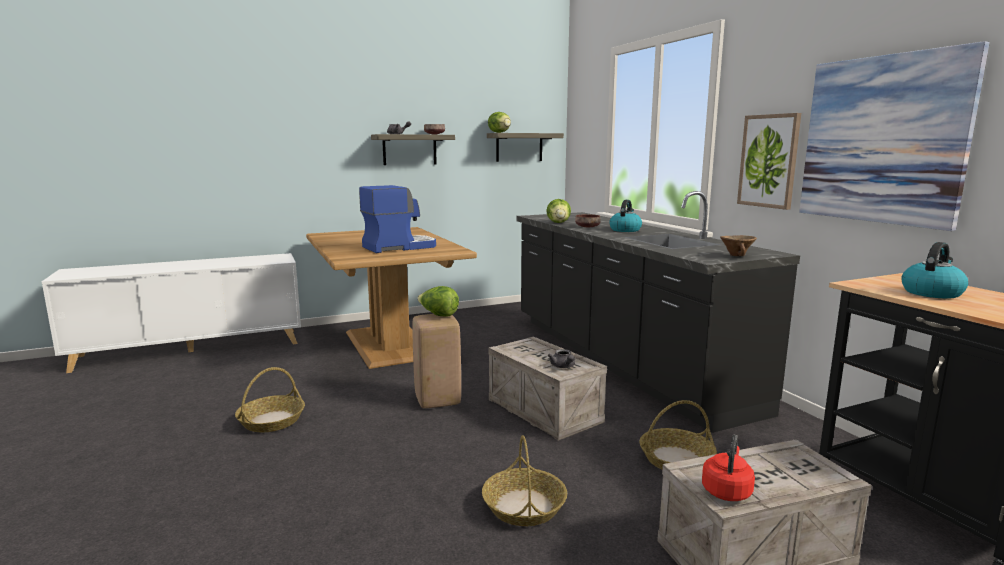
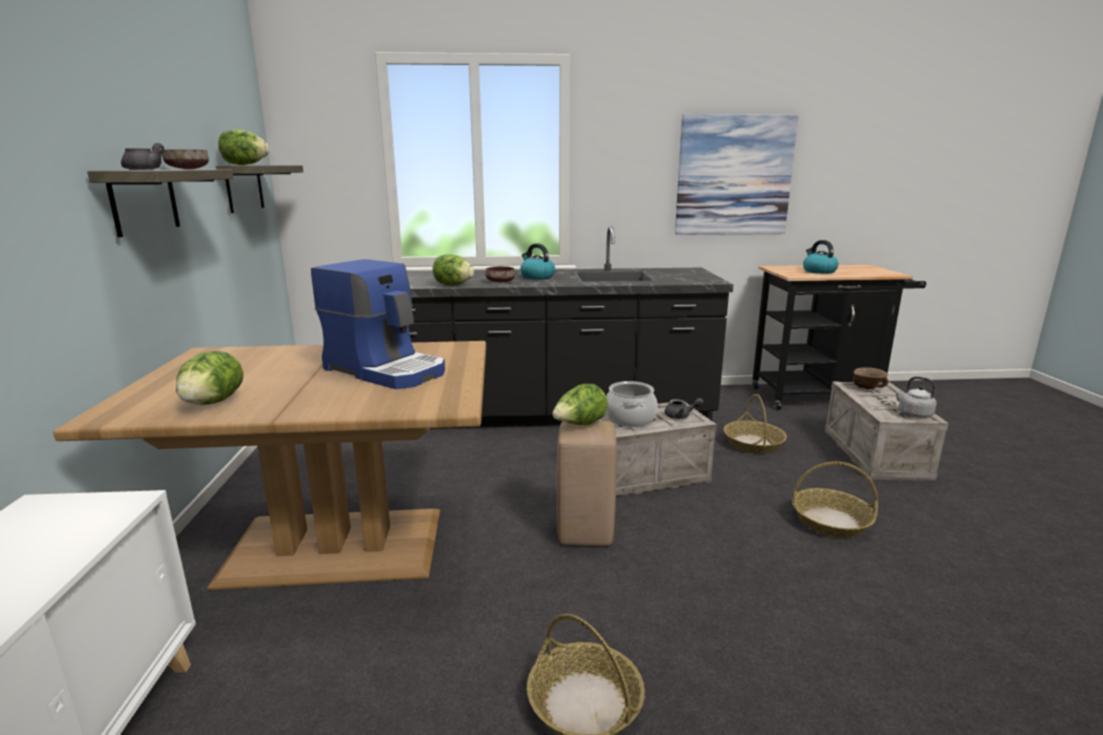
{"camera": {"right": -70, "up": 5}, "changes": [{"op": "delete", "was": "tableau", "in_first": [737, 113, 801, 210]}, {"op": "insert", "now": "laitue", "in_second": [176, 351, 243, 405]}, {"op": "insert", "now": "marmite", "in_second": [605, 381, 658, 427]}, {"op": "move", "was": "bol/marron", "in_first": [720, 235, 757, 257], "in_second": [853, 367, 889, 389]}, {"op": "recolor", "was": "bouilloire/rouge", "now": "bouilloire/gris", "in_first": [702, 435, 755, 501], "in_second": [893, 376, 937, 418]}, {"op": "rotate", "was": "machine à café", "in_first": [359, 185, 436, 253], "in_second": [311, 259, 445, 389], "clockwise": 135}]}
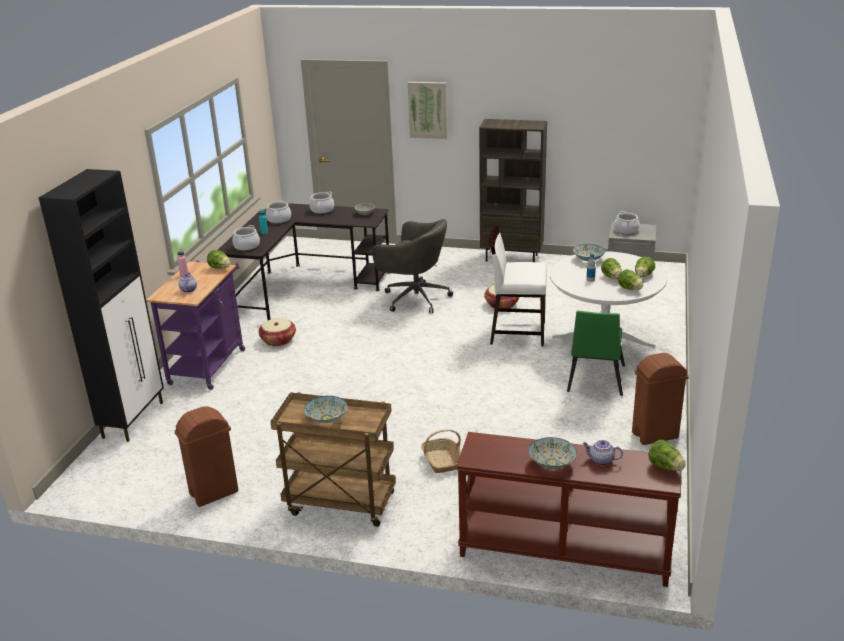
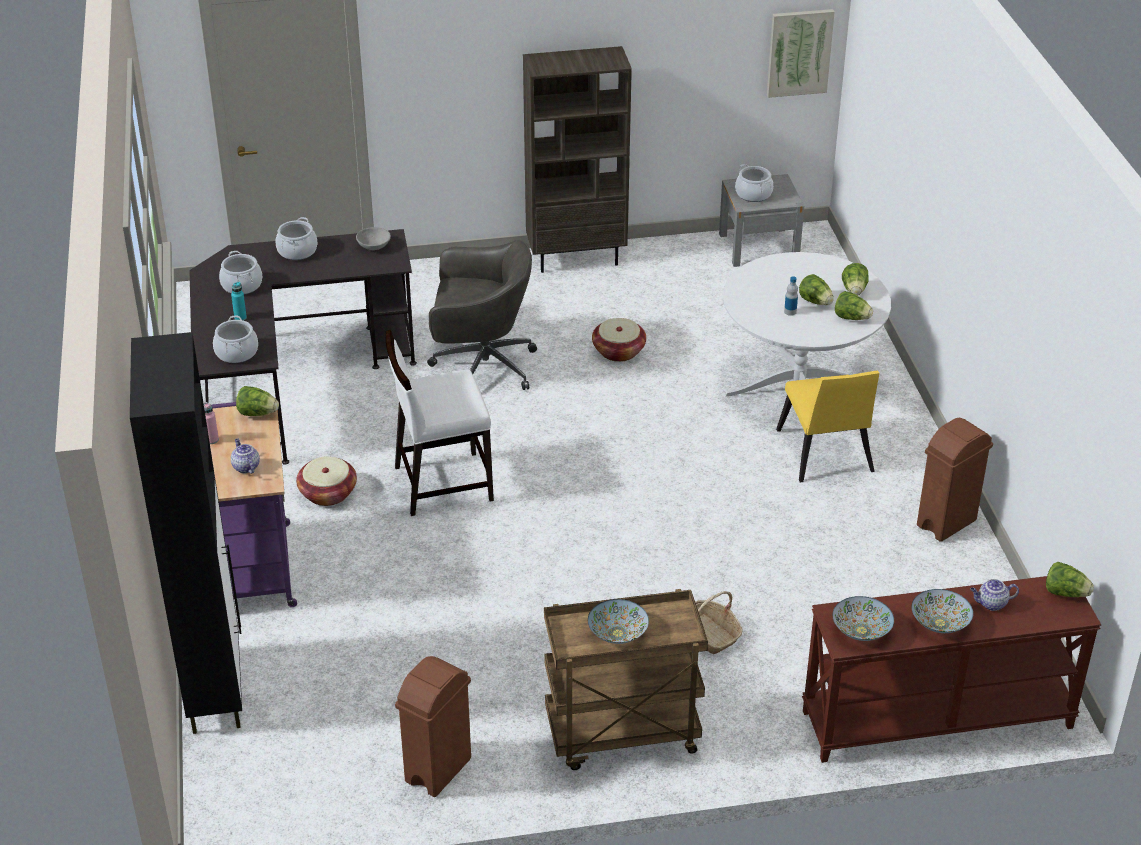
{"camera": {"right": -25, "up": 10}, "changes": [{"op": "move", "was": "tableau", "in_first": [408, 82, 448, 139], "in_second": [767, 9, 835, 98]}, {"op": "move", "was": "chaise/blanc", "in_first": [489, 225, 547, 347], "in_second": [386, 330, 494, 516]}, {"op": "move", "was": "bol", "in_first": [573, 244, 606, 261], "in_second": [832, 596, 894, 641]}, {"op": "recolor", "was": "chaise/vert", "now": "chaise/jaune", "in_first": [567, 310, 625, 396], "in_second": [776, 371, 879, 483]}]}
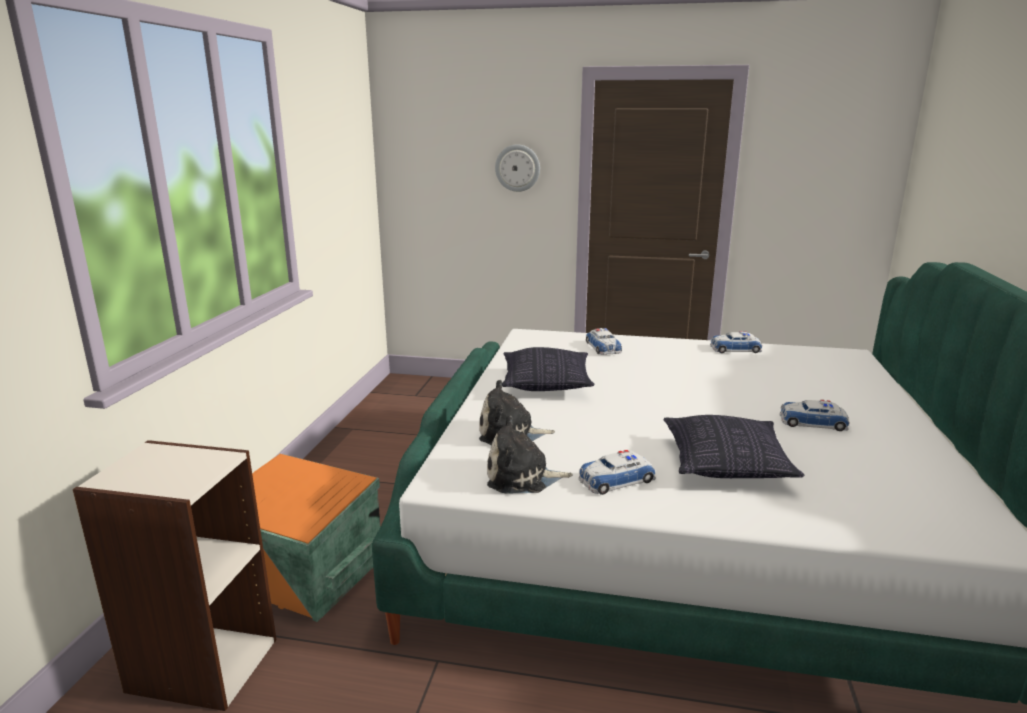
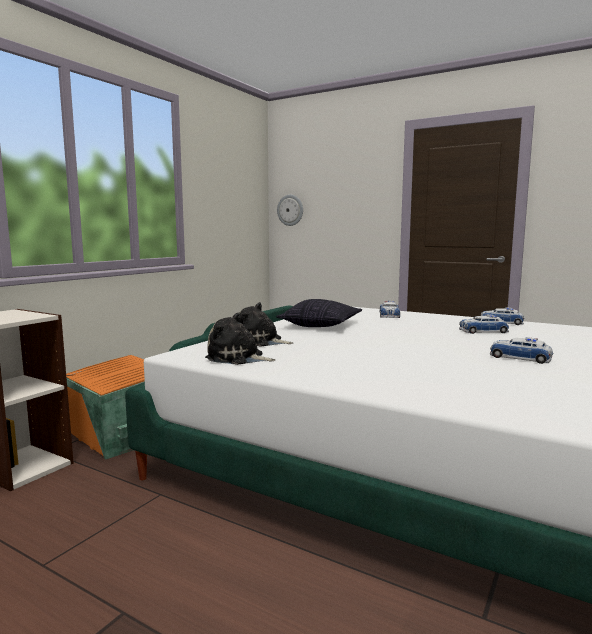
{"camera": {"right": 20, "up": -10}, "changes": [{"op": "delete", "was": "coussin", "in_first": [663, 415, 805, 478]}, {"op": "move", "was": "horloge murale", "in_first": [495, 144, 540, 192], "in_second": [277, 195, 303, 226]}, {"op": "move", "was": "petite voiture", "in_first": [578, 450, 656, 495], "in_second": [459, 315, 509, 334]}]}
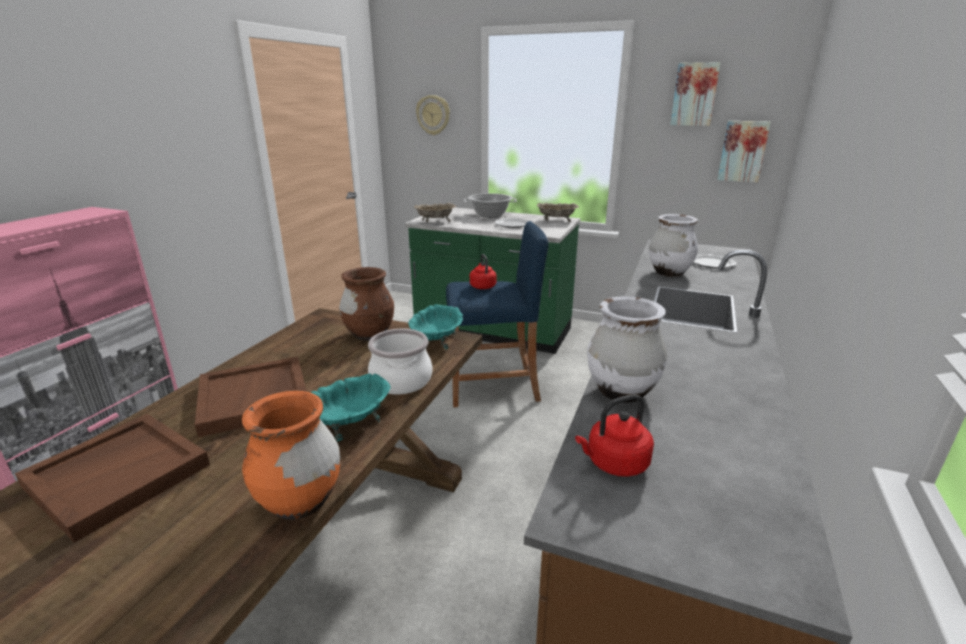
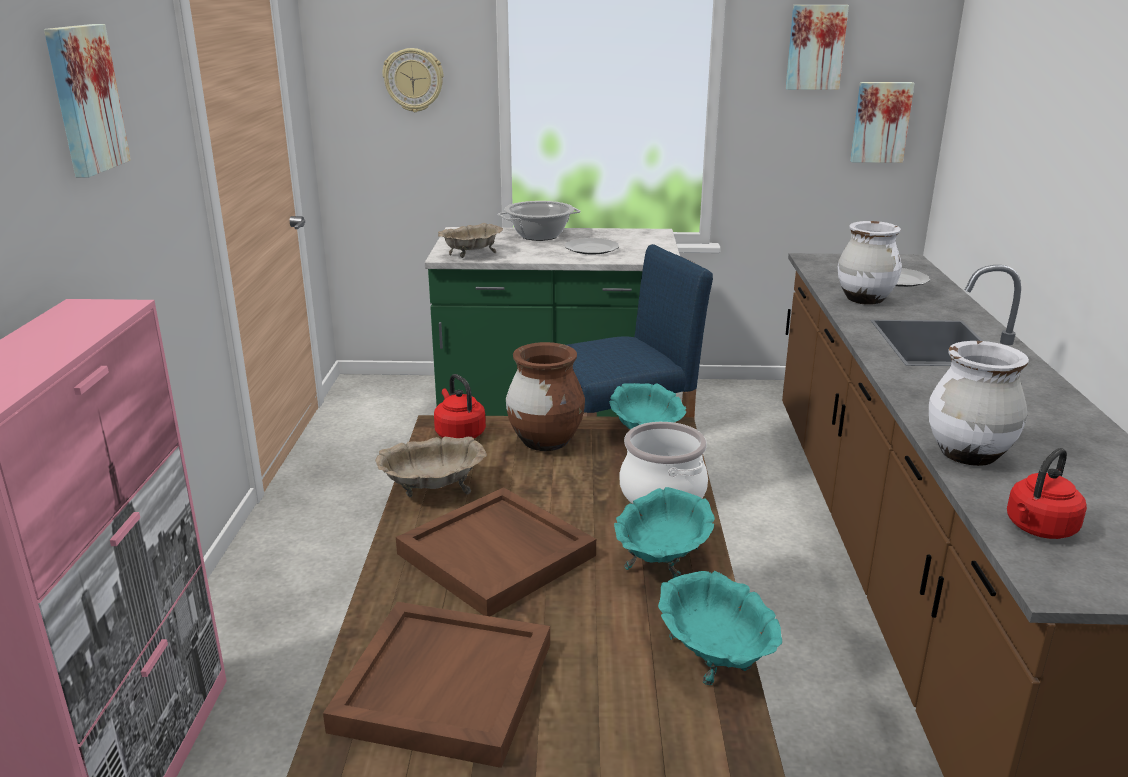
{"camera": {"right": -20, "up": 0}, "changes": [{"op": "insert", "now": "tableau", "in_second": [44, 24, 131, 178]}, {"op": "move", "was": "bouilloire/rouge", "in_first": [470, 254, 496, 289], "in_second": [434, 374, 486, 438]}, {"op": "move", "was": "bol/beige", "in_first": [537, 203, 579, 222], "in_second": [375, 437, 487, 498]}, {"op": "replace", "was": "vase/orange", "now": "bol/turquoise", "in_first": [242, 391, 340, 520], "in_second": [658, 571, 782, 685]}]}
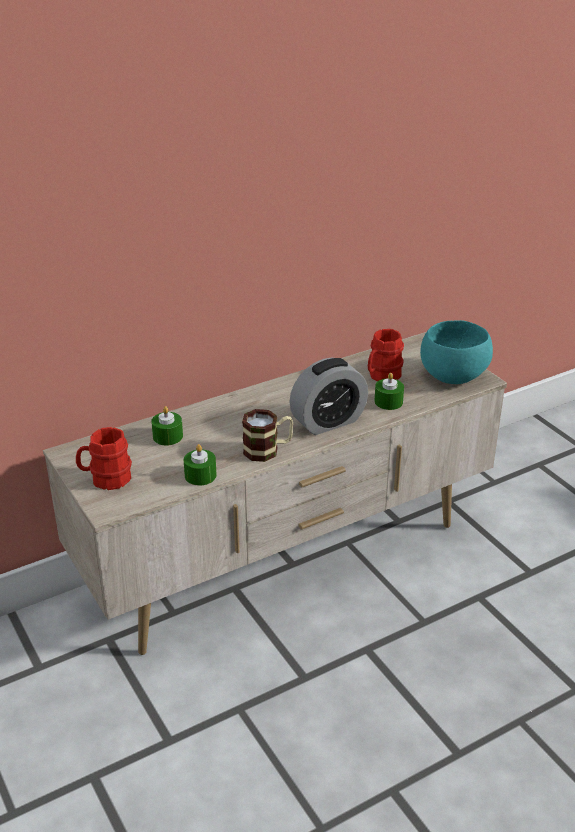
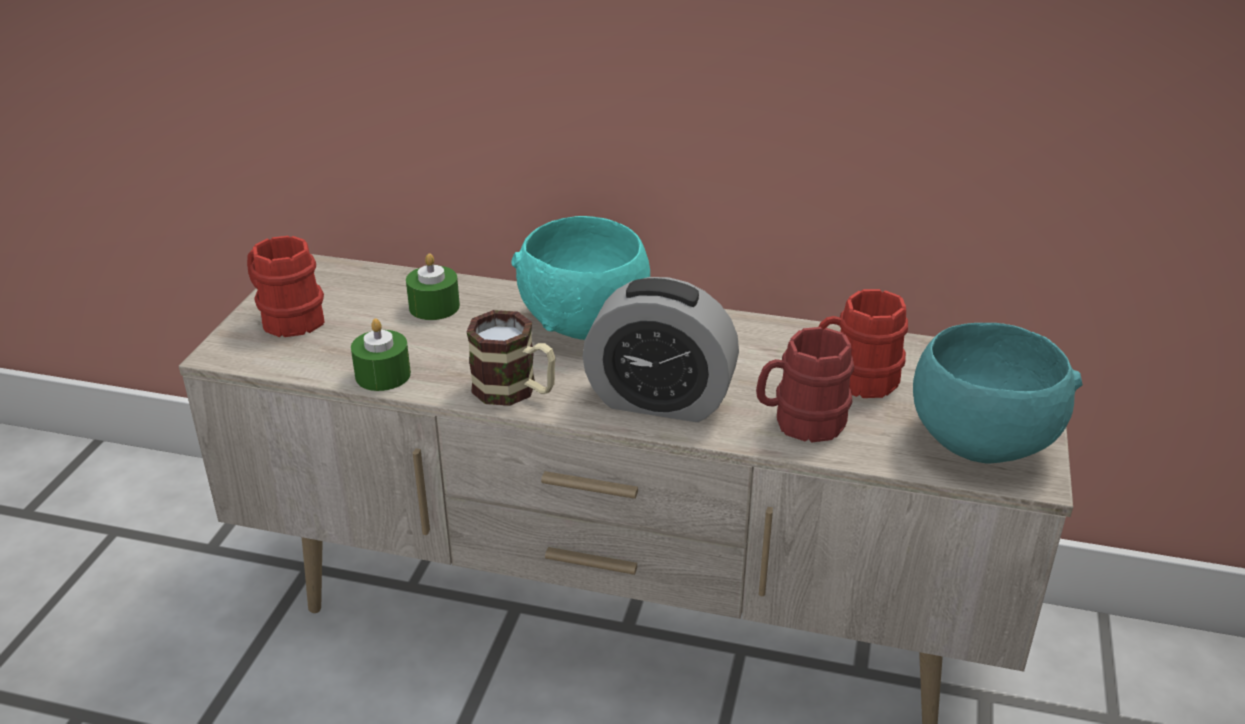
{"camera": {"right": 45, "up": 0}, "changes": [{"op": "insert", "now": "bol/turquoise", "in_second": [511, 216, 650, 340]}, {"op": "replace", "was": "bougie/vert", "now": "mug/rouge", "in_first": [374, 373, 404, 410], "in_second": [756, 327, 854, 442]}]}
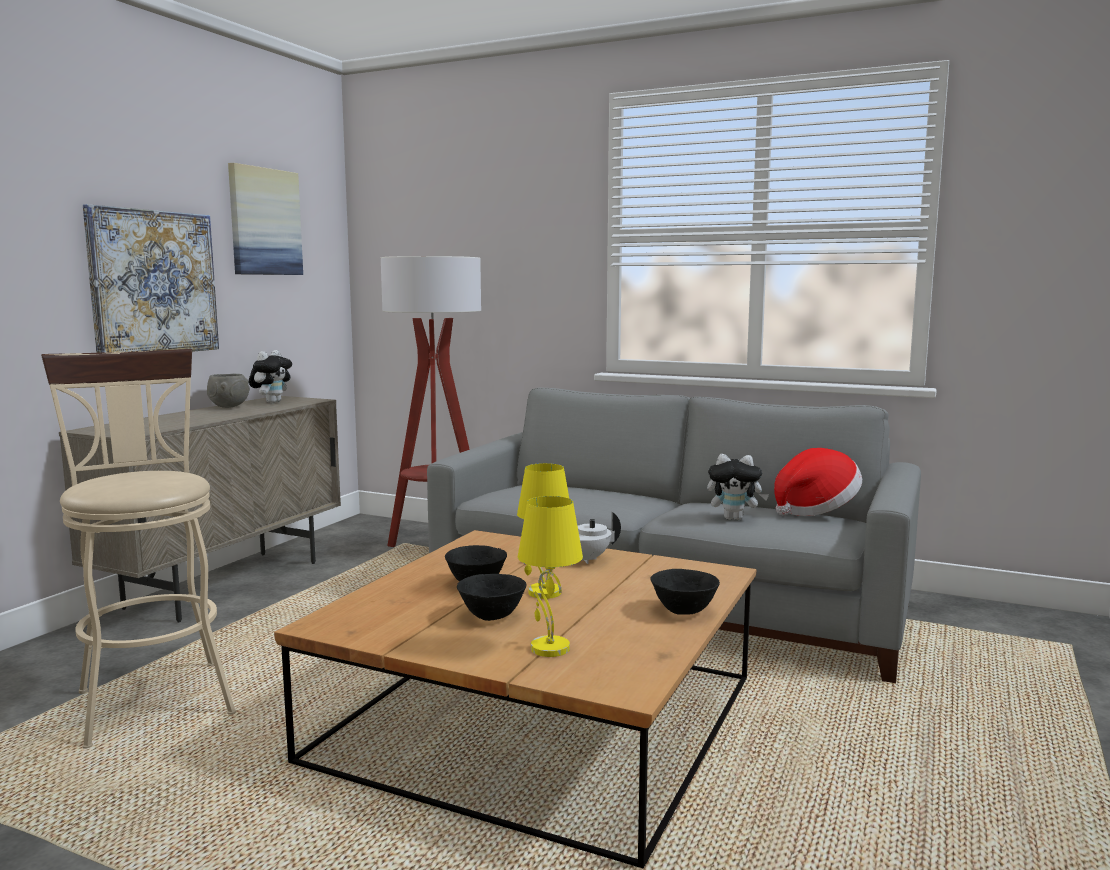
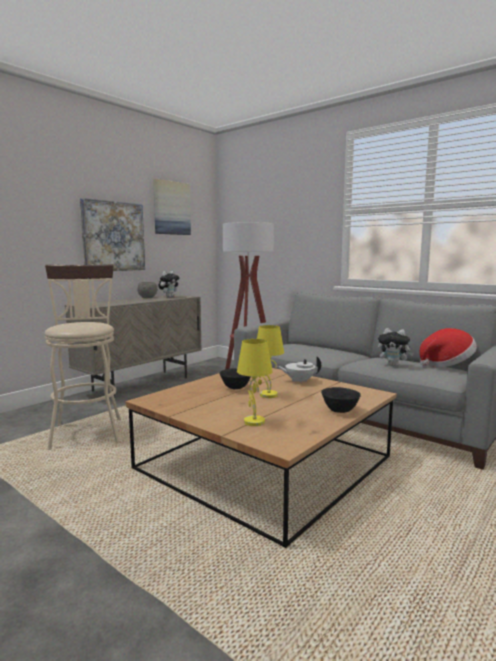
{"camera": {"right": 15, "up": 0}, "changes": [{"op": "delete", "was": "bol/noir", "in_first": [457, 574, 527, 621]}]}
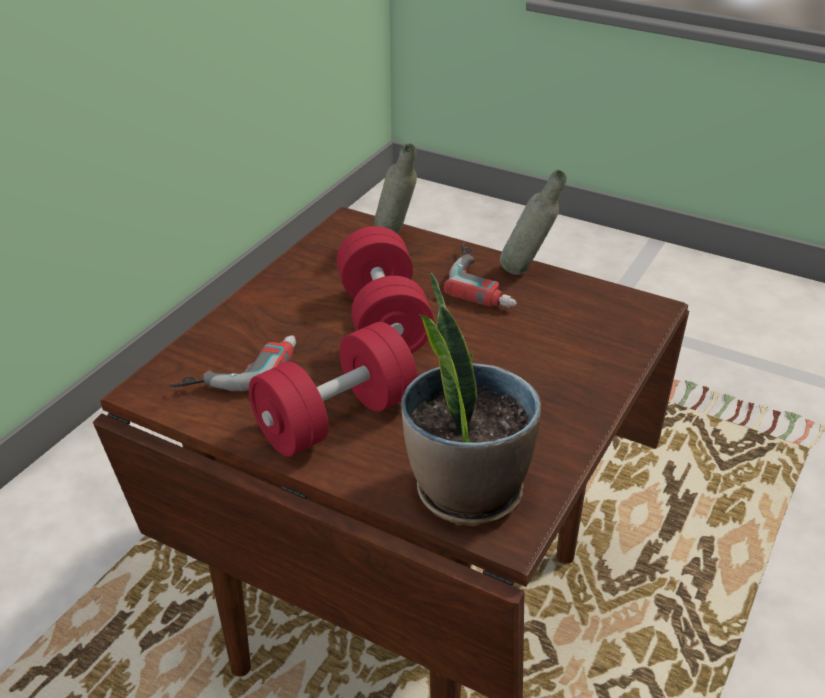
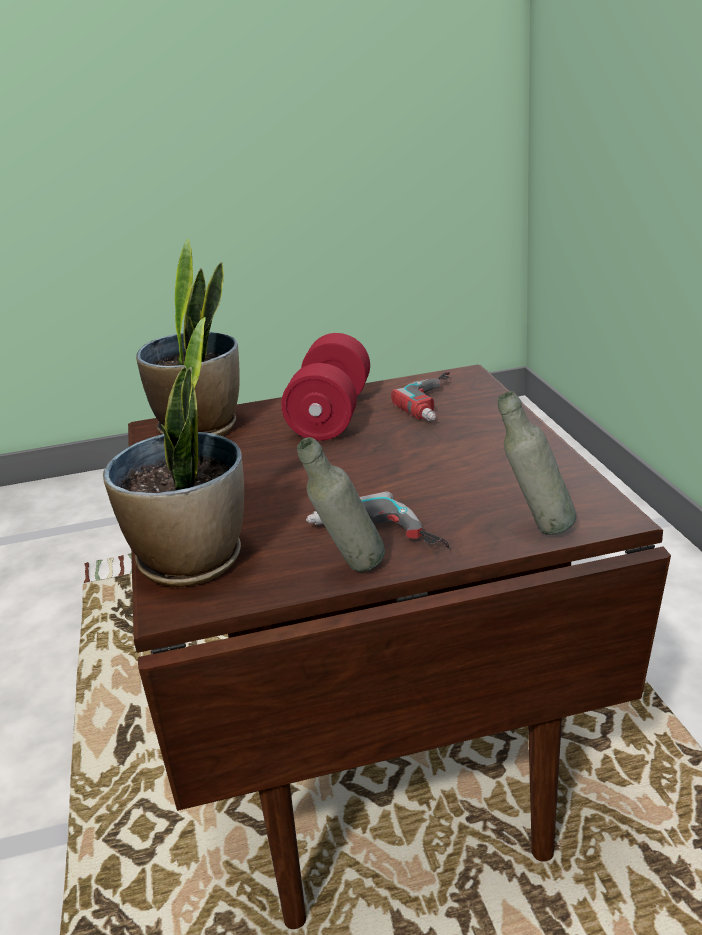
{"camera": {"right": 140, "up": -10}, "changes": [{"op": "delete", "was": "haltère/rouge", "in_first": [337, 226, 434, 353]}, {"op": "insert", "now": "plante en pot", "in_second": [103, 317, 244, 587]}]}
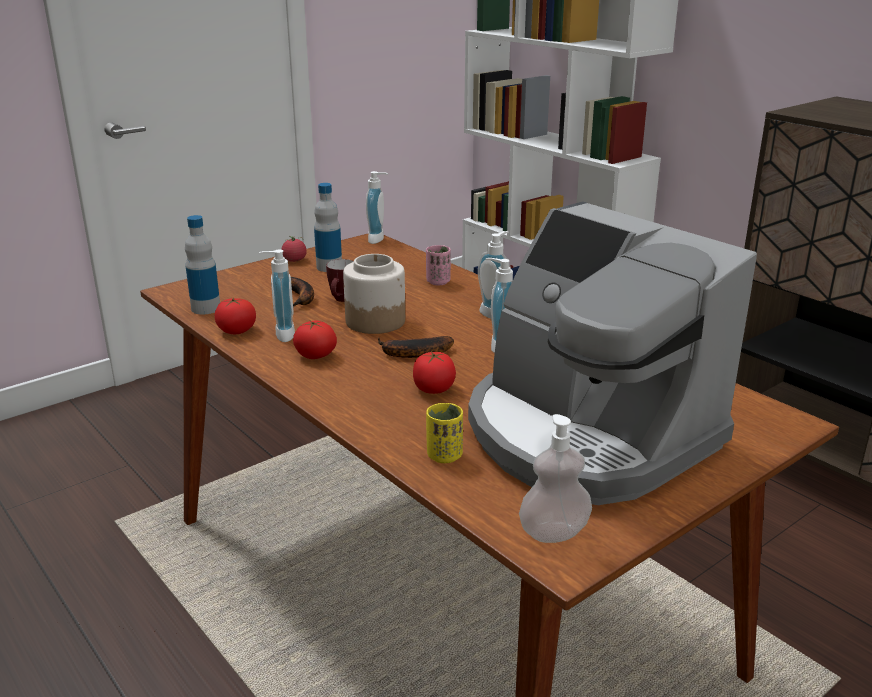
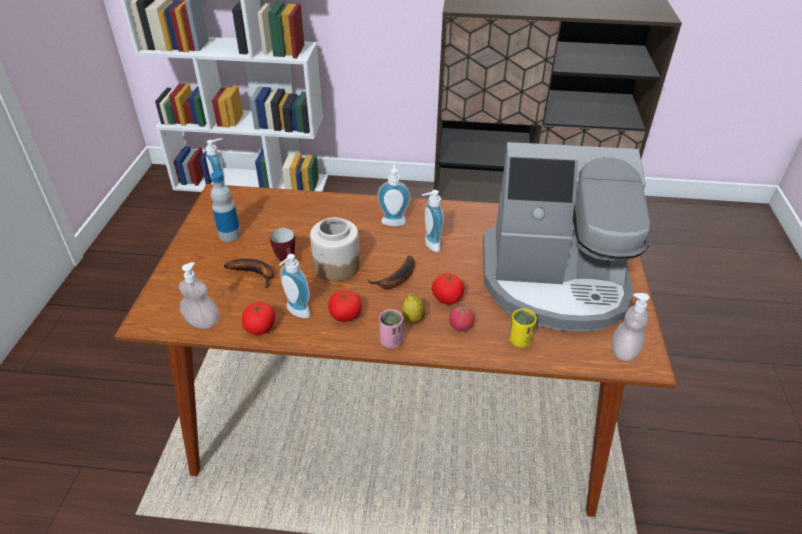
{"camera": {"right": -45, "up": 15}, "changes": [{"op": "insert", "now": "citron", "in_second": [402, 293, 425, 323]}, {"op": "move", "was": "tomate", "in_first": [281, 236, 307, 262], "in_second": [449, 304, 474, 331]}, {"op": "move", "was": "tasse/rose", "in_first": [426, 245, 451, 285], "in_second": [379, 309, 403, 348]}, {"op": "replace", "was": "bouteille", "now": "distributeur de savon", "in_first": [185, 215, 220, 314], "in_second": [179, 262, 219, 329]}]}
